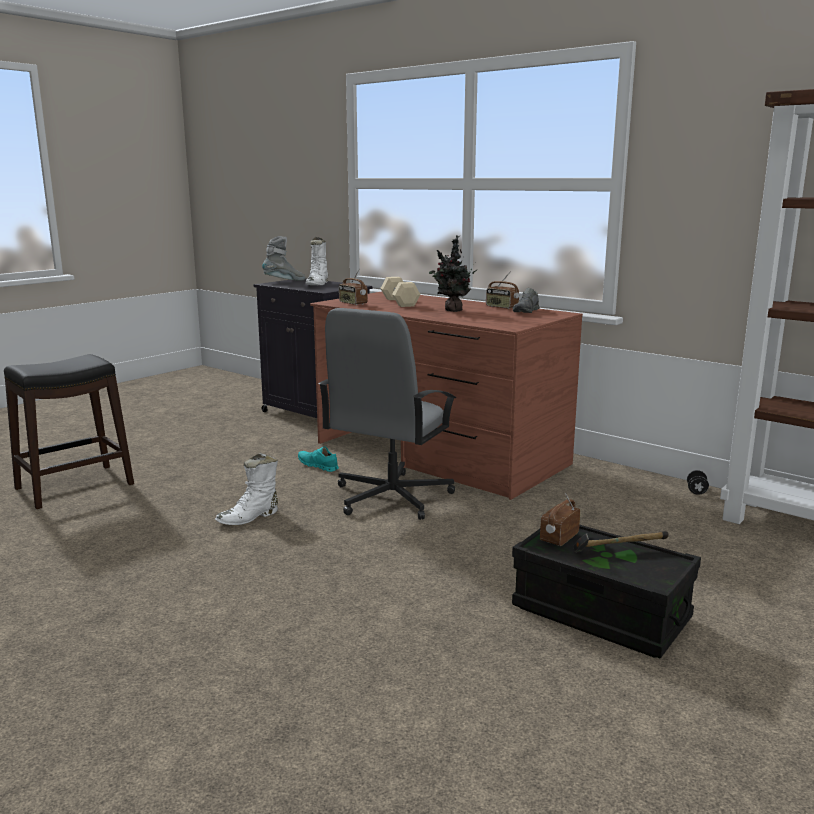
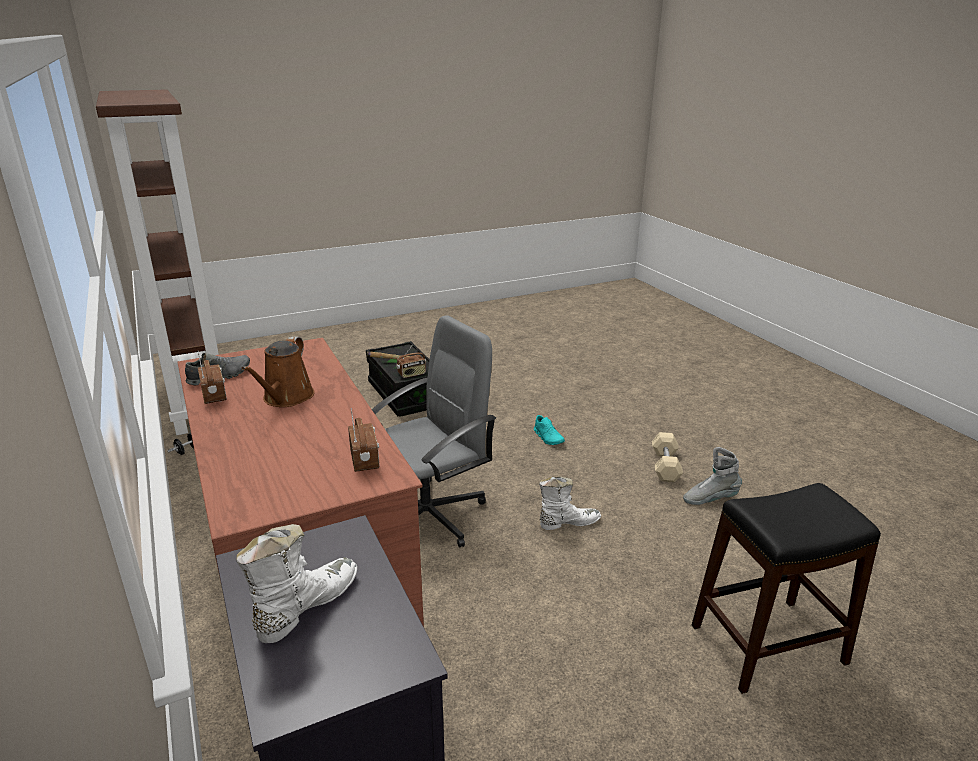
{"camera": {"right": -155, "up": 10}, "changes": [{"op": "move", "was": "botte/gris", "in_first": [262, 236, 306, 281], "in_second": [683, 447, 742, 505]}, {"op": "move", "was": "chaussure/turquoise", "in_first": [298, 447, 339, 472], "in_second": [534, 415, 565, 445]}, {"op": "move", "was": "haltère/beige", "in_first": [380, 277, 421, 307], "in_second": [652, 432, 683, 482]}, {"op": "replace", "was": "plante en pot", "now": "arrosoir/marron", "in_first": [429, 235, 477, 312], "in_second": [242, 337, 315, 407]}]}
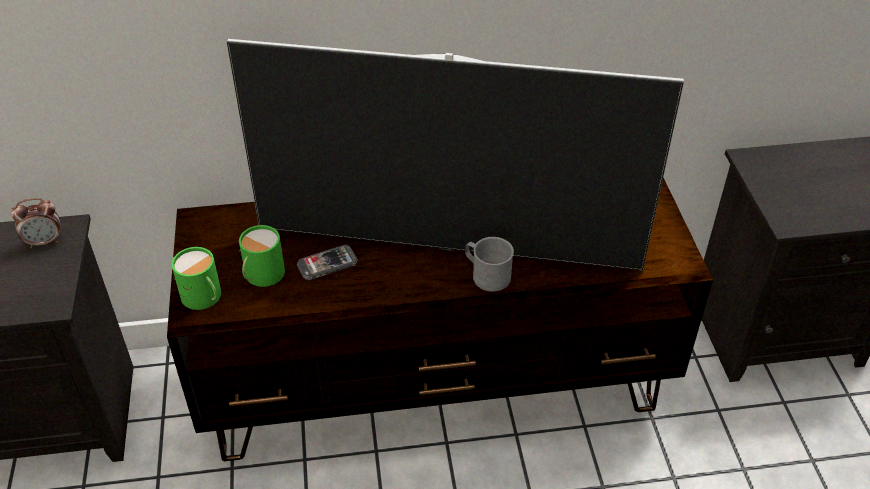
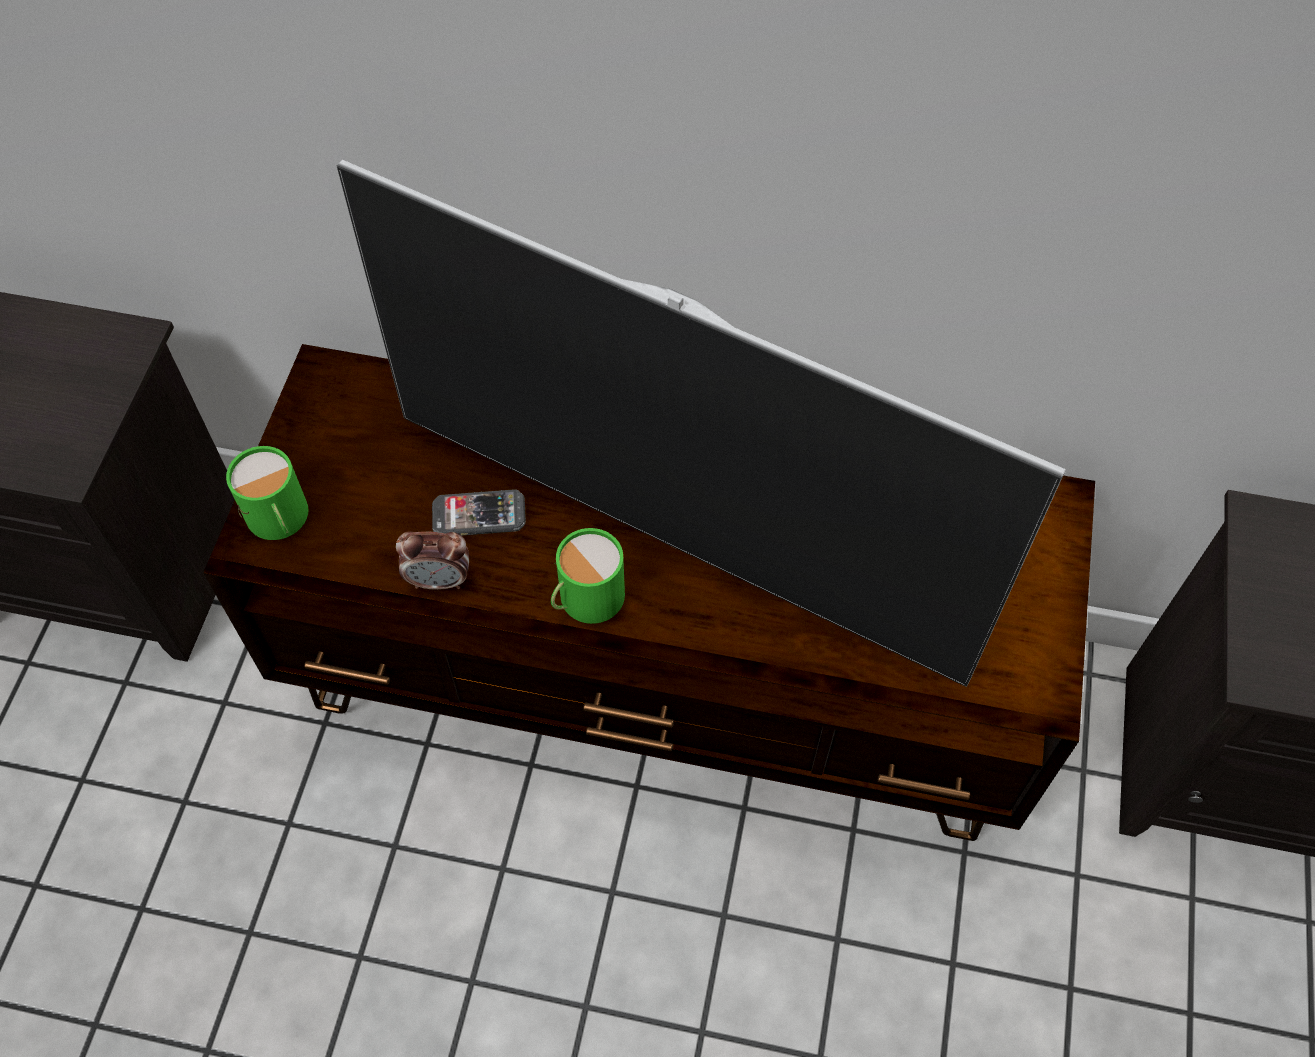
{"camera": {"right": 20, "up": 15}, "changes": [{"op": "delete", "was": "mug/gris", "in_first": [465, 237, 514, 292]}, {"op": "move", "was": "réveil", "in_first": [11, 198, 60, 249], "in_second": [396, 531, 469, 590]}, {"op": "move", "was": "mug/vert", "in_first": [239, 225, 285, 287], "in_second": [551, 528, 625, 624]}]}
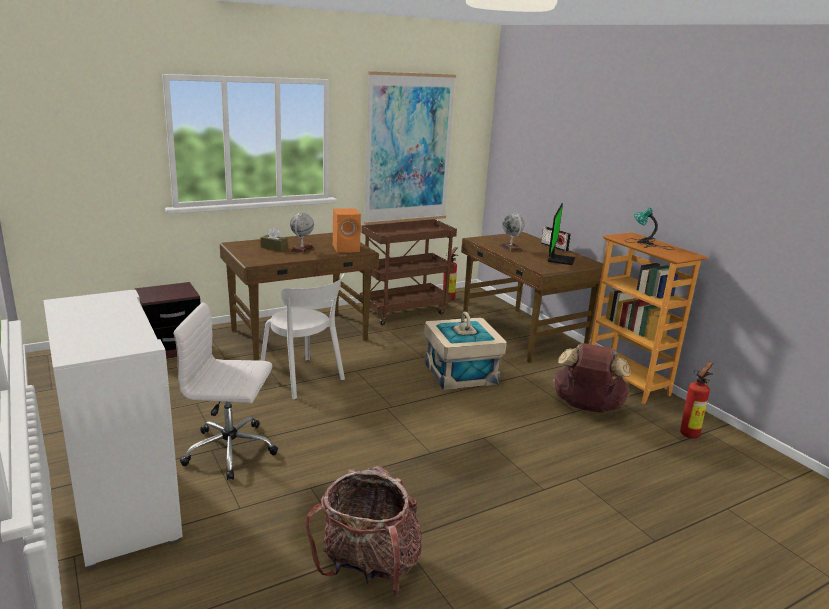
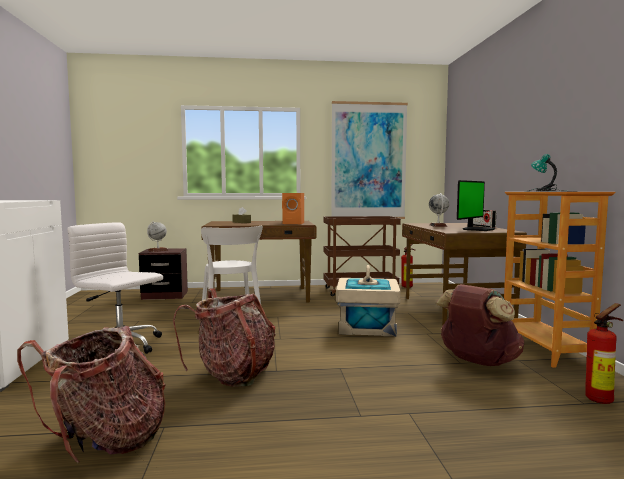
{"camera": {"right": 25, "up": -15}, "changes": [{"op": "insert", "now": "sac à dos", "in_second": [173, 288, 276, 387]}, {"op": "move", "was": "globe", "in_first": [290, 212, 314, 253], "in_second": [147, 221, 168, 252]}]}
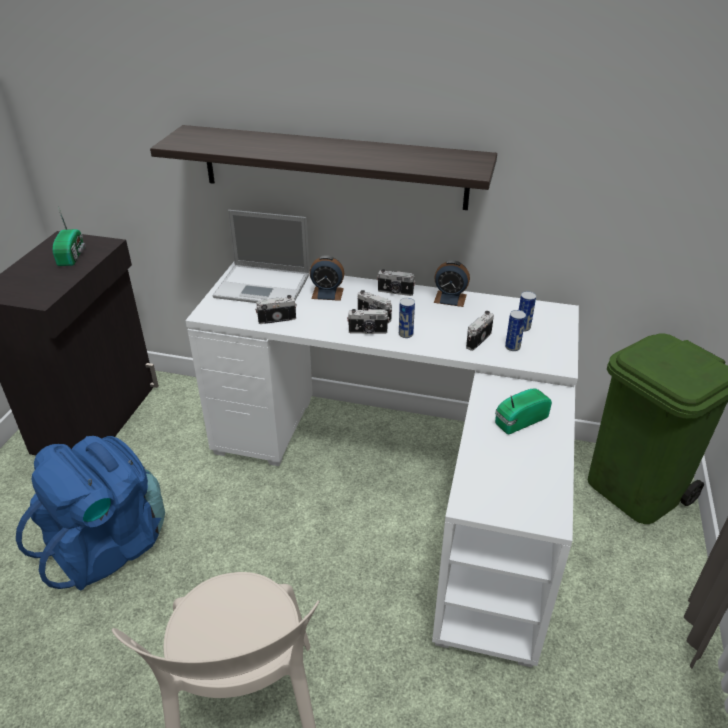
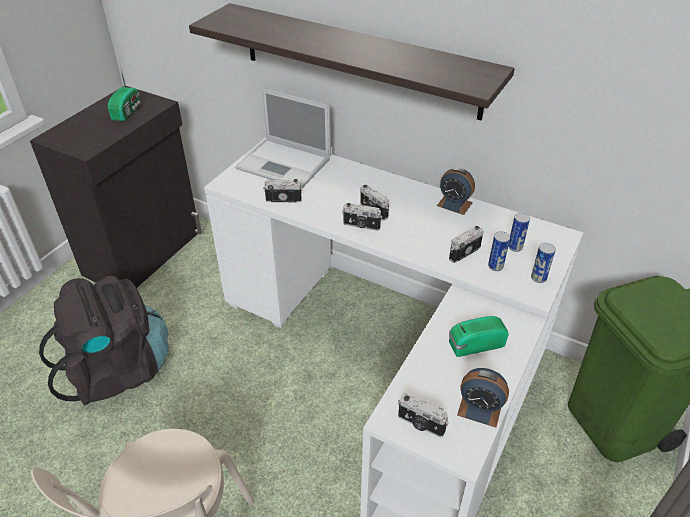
{"camera": {"right": 15, "up": 5}, "changes": [{"op": "move", "was": "réveil", "in_first": [310, 255, 344, 301], "in_second": [457, 368, 509, 428]}, {"op": "move", "was": "appareil photo", "in_first": [377, 269, 415, 296], "in_second": [398, 394, 449, 437]}, {"op": "move", "was": "boîte métallique", "in_first": [399, 298, 415, 338], "in_second": [531, 243, 556, 283]}, {"op": "recolor", "was": "sac à dos/bleu", "now": "sac à dos/noir", "in_first": [16, 436, 165, 590], "in_second": [39, 276, 168, 406]}]}
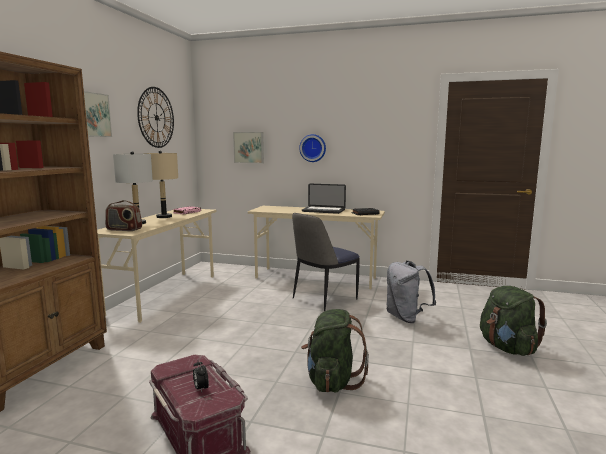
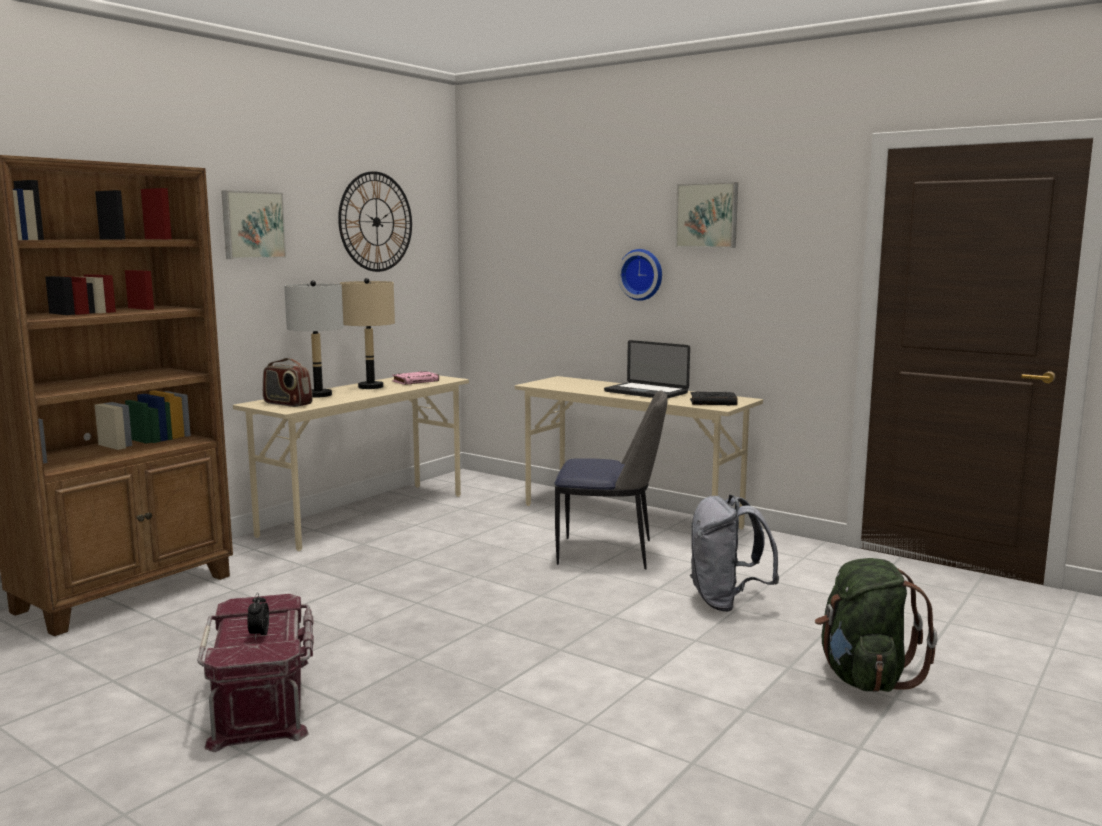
{"camera": {"right": 20, "up": 0}, "changes": [{"op": "delete", "was": "sac à dos/vert", "in_first": [301, 309, 369, 393]}, {"op": "move", "was": "tableau", "in_first": [233, 132, 264, 163], "in_second": [675, 182, 738, 248]}, {"op": "rotate", "was": "chaise", "in_first": [292, 213, 360, 311], "in_second": [555, 391, 668, 569], "clockwise": -150}]}
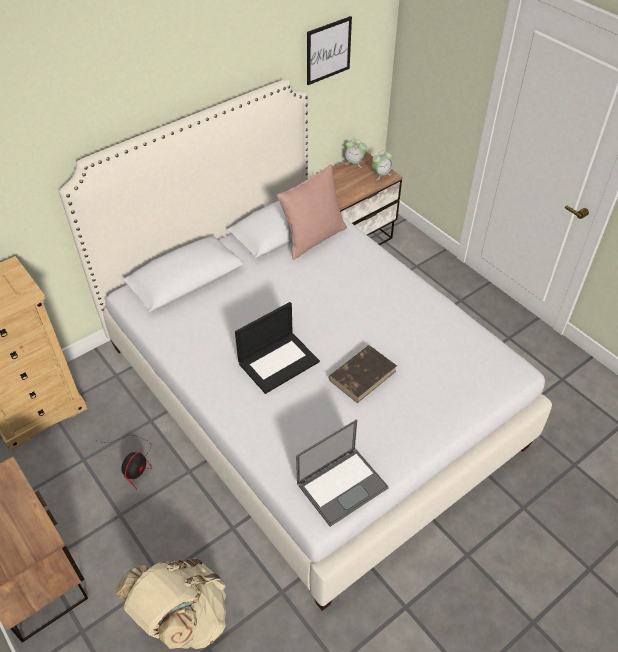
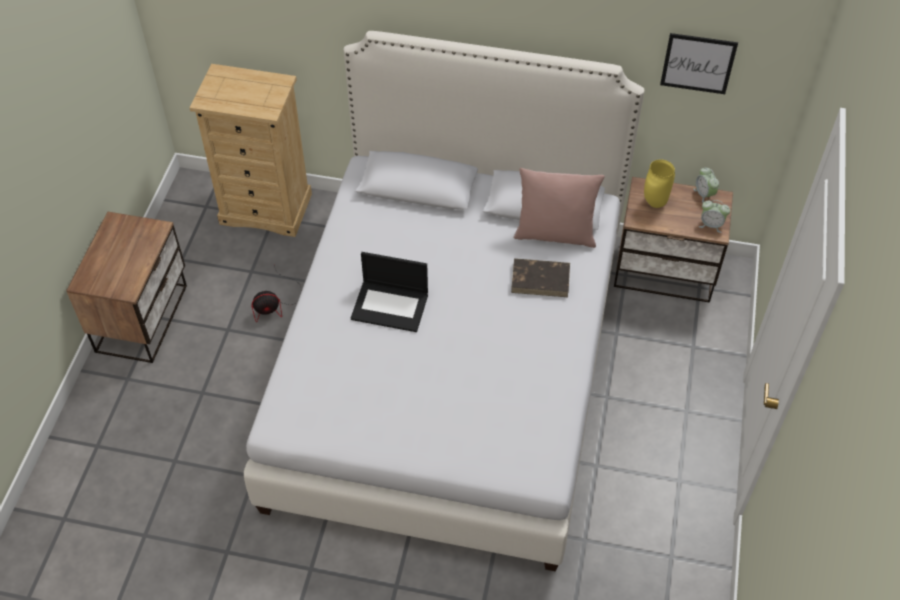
{"camera": {"right": 50, "up": 5}, "changes": [{"op": "delete", "was": "sac à dos/beige", "in_first": [114, 558, 226, 649]}, {"op": "delete", "was": "ordinateur portable", "in_first": [296, 419, 389, 527]}, {"op": "insert", "now": "vase/jaune", "in_second": [644, 159, 675, 208]}, {"op": "move", "was": "livre/marron", "in_first": [328, 345, 397, 403], "in_second": [511, 258, 570, 297]}]}
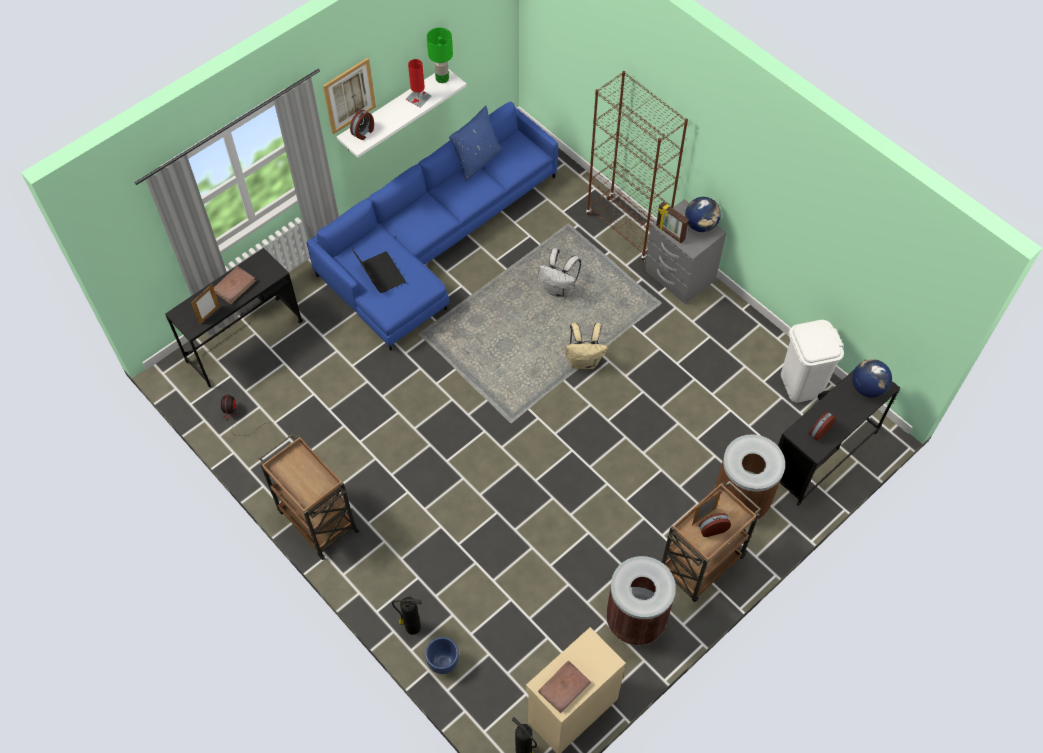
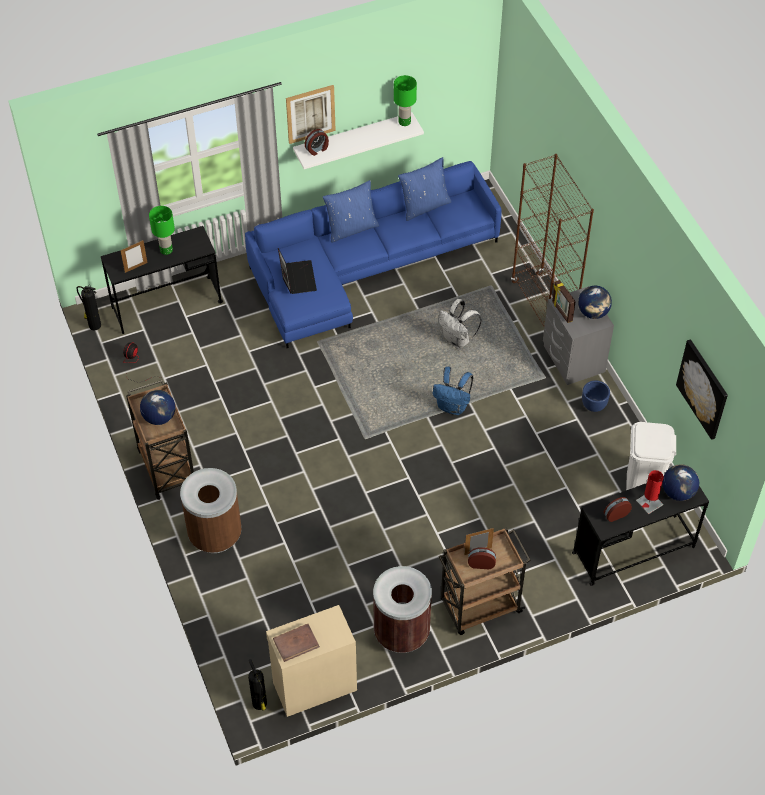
{"camera": {"right": 20, "up": -5}, "changes": [{"op": "insert", "now": "globe", "in_second": [140, 390, 175, 425]}, {"op": "insert", "now": "coussin/bleu", "in_second": [323, 180, 379, 243]}, {"op": "insert", "now": "tableau", "in_second": [676, 339, 728, 440]}, {"op": "move", "was": "extincteur", "in_first": [392, 595, 422, 635], "in_second": [76, 286, 101, 330]}, {"op": "move", "was": "lampe de table/rouge", "in_first": [406, 59, 432, 108], "in_second": [636, 470, 664, 514]}, {"op": "move", "was": "cache-pot/bleu", "in_first": [425, 637, 459, 674], "in_second": [582, 381, 610, 412]}, {"op": "move", "was": "poubelle/marron", "in_first": [714, 434, 785, 520], "in_second": [180, 468, 242, 553]}, {"op": "replace", "was": "livre/marron", "now": "lampe de table/vert", "in_first": [214, 266, 257, 304], "in_second": [149, 206, 175, 255]}, {"op": "recolor", "was": "sac à dos/beige", "now": "sac à dos/bleu", "in_first": [566, 323, 608, 369], "in_second": [433, 367, 474, 415]}]}
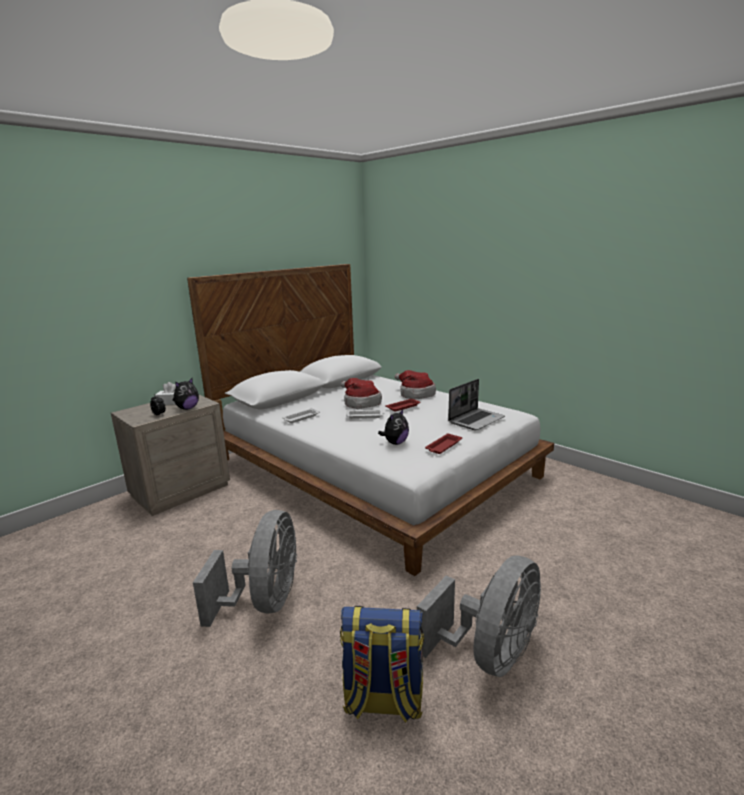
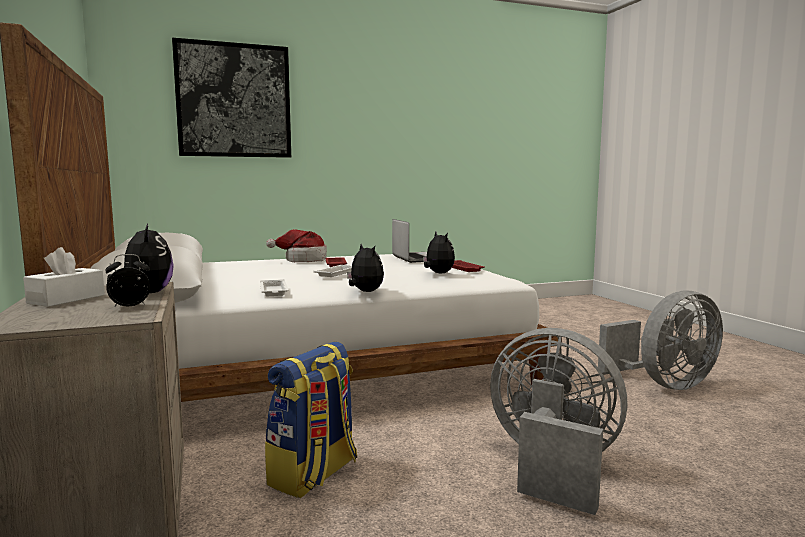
{"camera": {"right": -65, "up": -10}, "changes": [{"op": "delete", "was": "chapeau", "in_first": [341, 378, 382, 409]}, {"op": "insert", "now": "tableau", "in_second": [172, 38, 291, 158]}, {"op": "insert", "now": "peluche", "in_second": [347, 244, 384, 292]}, {"op": "move", "was": "sac à dos", "in_first": [340, 606, 424, 723], "in_second": [265, 342, 357, 498]}, {"op": "rotate", "was": "ventilateur/gris", "in_first": [417, 556, 541, 677], "in_second": [598, 291, 723, 390], "clockwise": 90}]}
